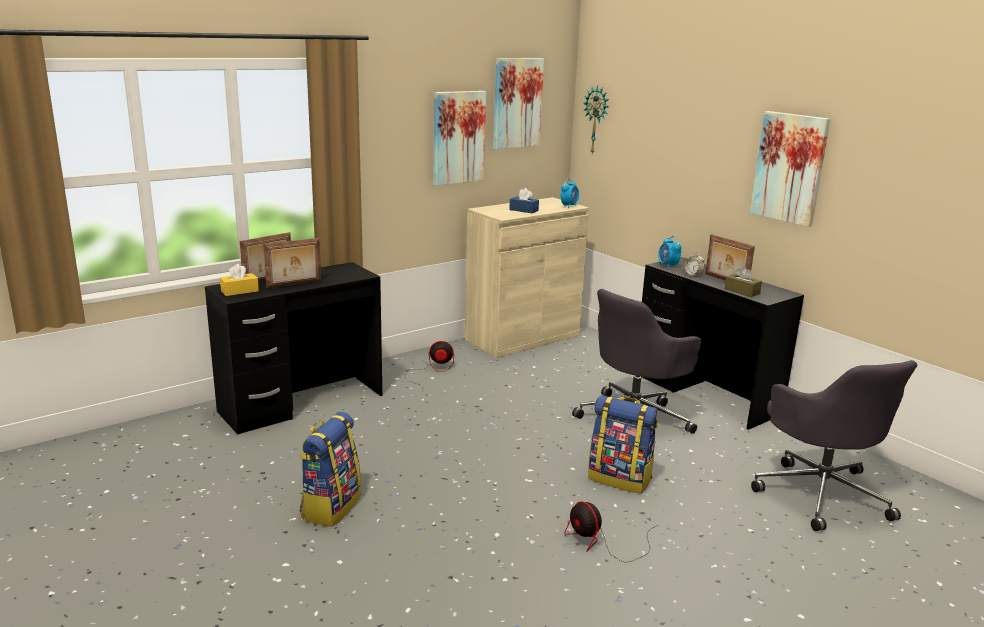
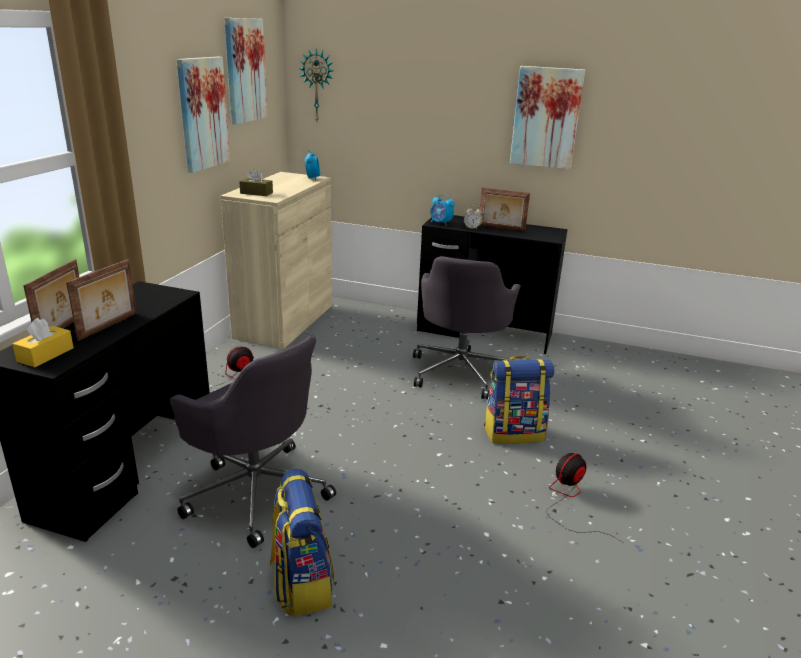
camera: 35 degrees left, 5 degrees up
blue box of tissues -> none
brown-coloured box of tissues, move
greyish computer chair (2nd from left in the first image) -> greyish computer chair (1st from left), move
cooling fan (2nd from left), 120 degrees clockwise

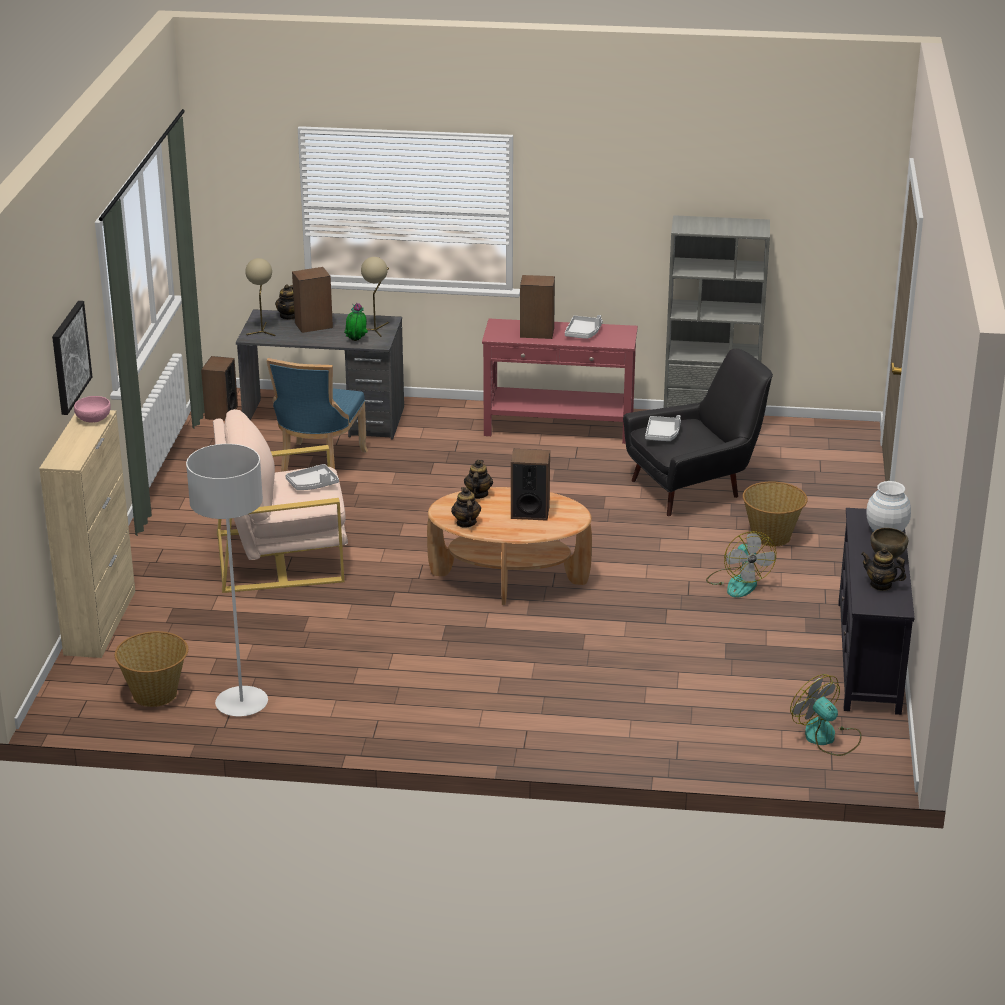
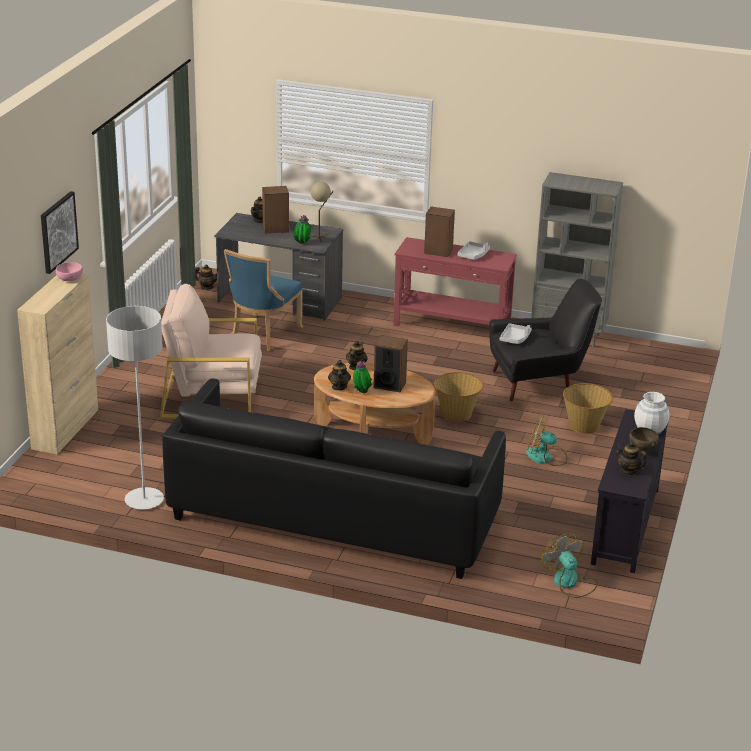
camera: 10 degrees right, 0 degrees up
beige-coloured tabletop lamp (1st from left) -> none
audio speaker (1st from left) -> tea pot (1st from left)
greyish serving tray (1st from left) -> none
cooling fan (1st from left), 105 degrees clockwise
household basket (1st from left), move
none -> plant in a pot (2nd from left)
none -> black sofa

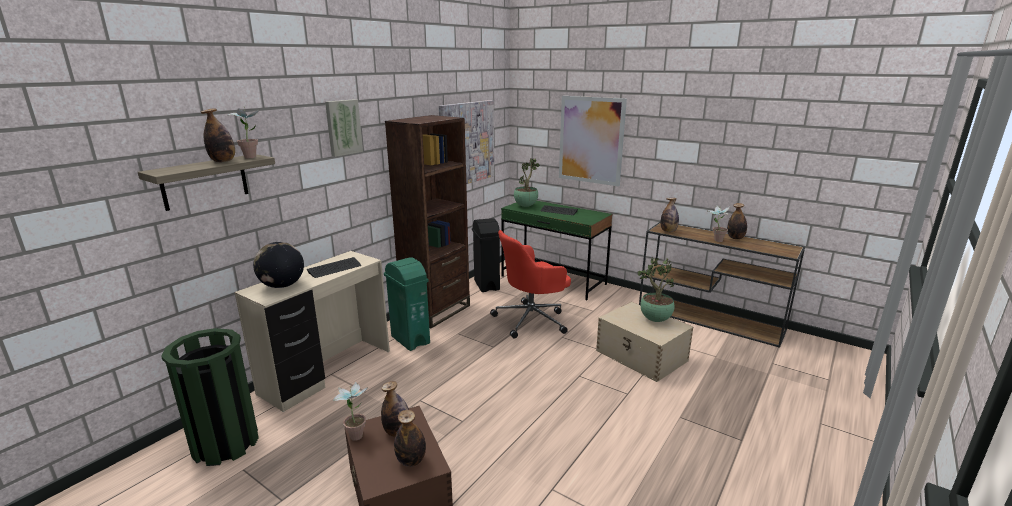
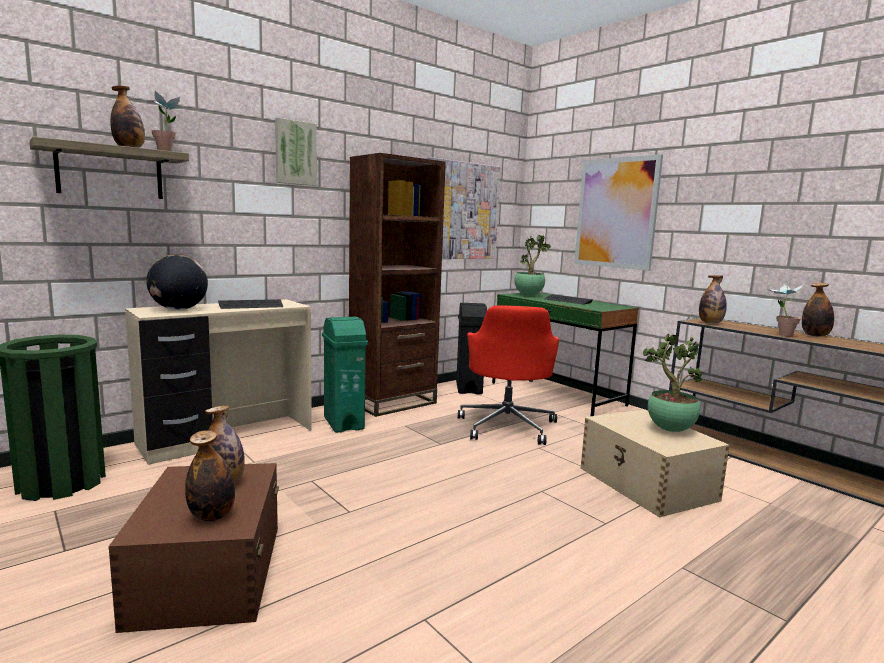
camera: 15 degrees right, 10 degrees down
red-coloured computer chair, 75 degrees counterclockwise
plant in a pot (2nd from left) -> none

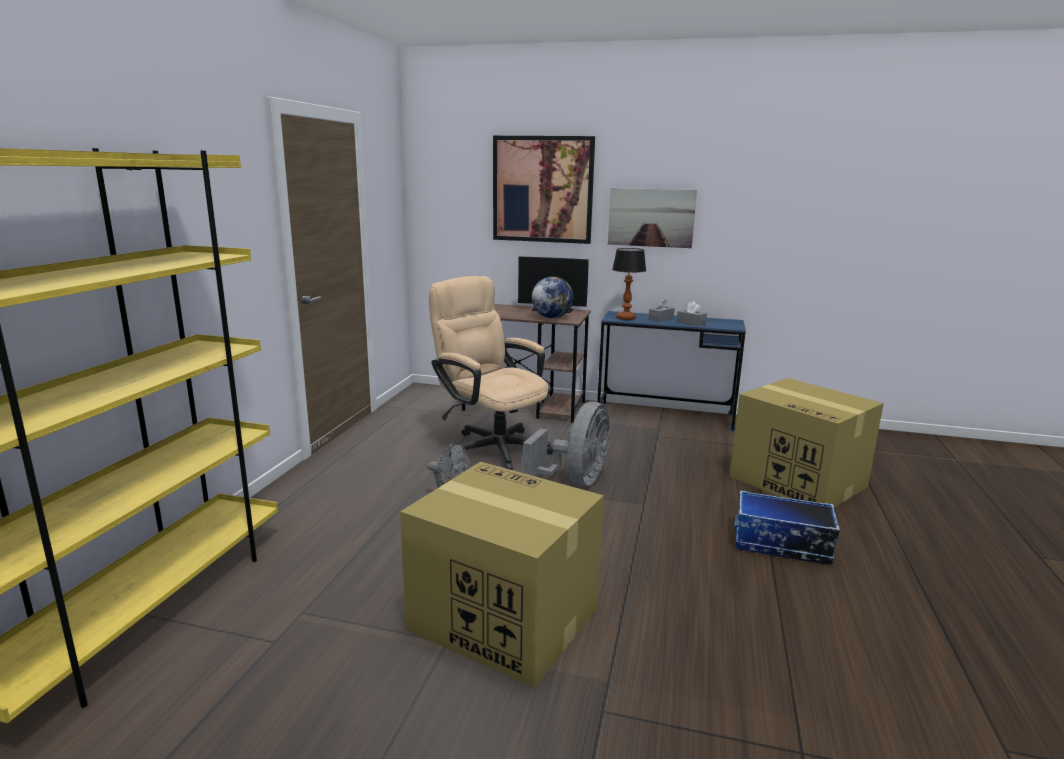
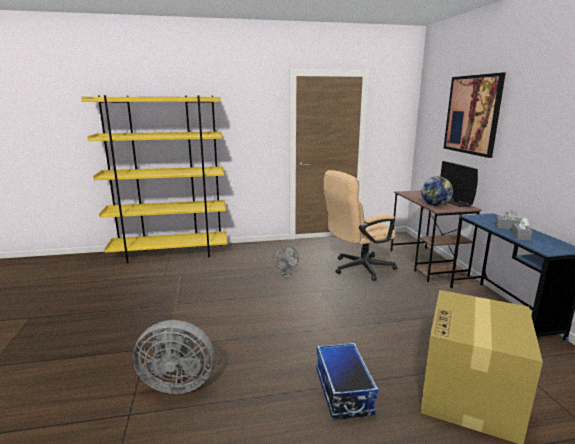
camera: 65 degrees right, 0 degrees up
picture (2nd from left) -> none
tabletop lamp -> none
beige-coloured computer chair, 135 degrees counterclockwise
greyish cooling fan (2nd from left in the first image) -> greyish cooling fan (1st from left), move
packing box (1st from left) -> none

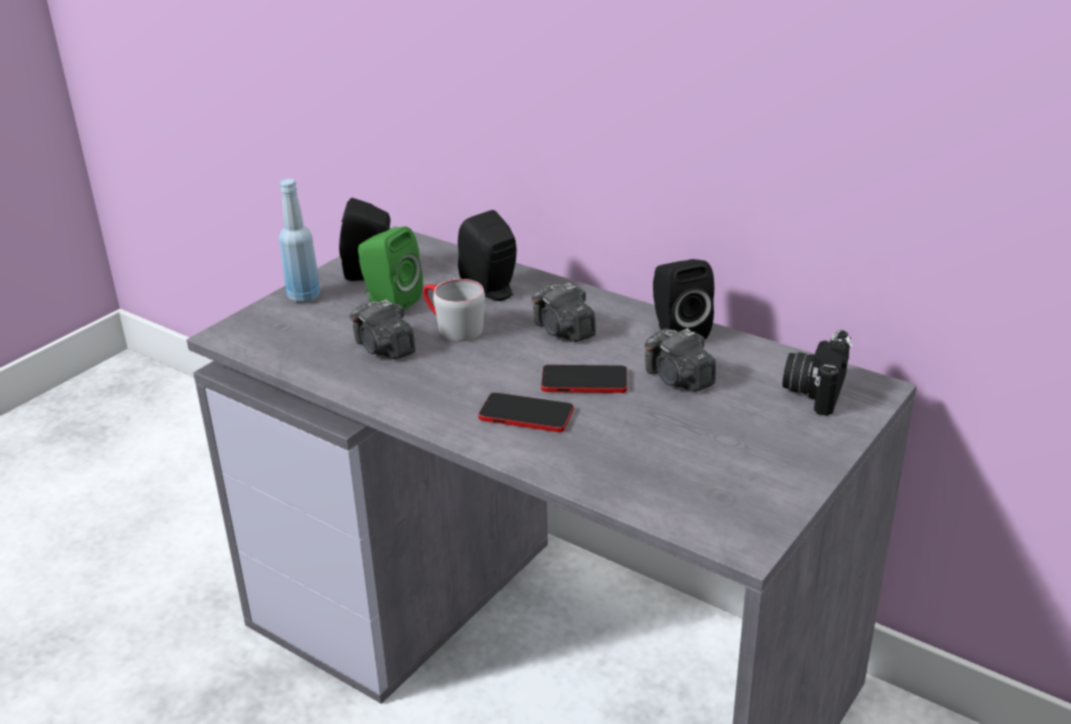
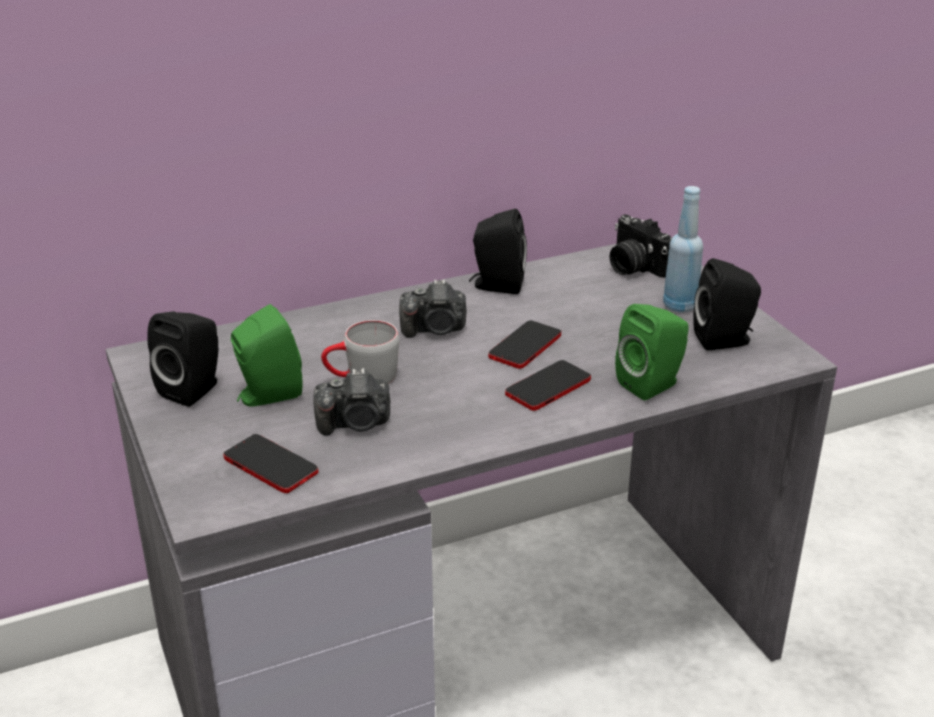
camera: 60 degrees left, 0 degrees up
blue bottle, move
black audio speaker (2nd from left in the first image) -> black audio speaker (3rd from left), move
photo camera (3rd from left) -> none
none -> green-coloured audio speaker (2nd from left)
none -> telephone (1st from left)

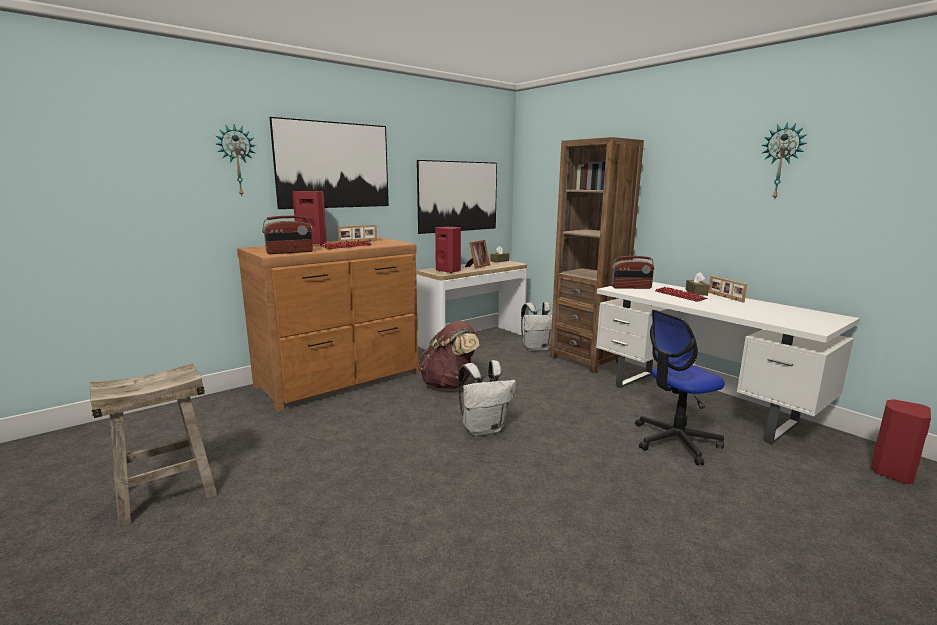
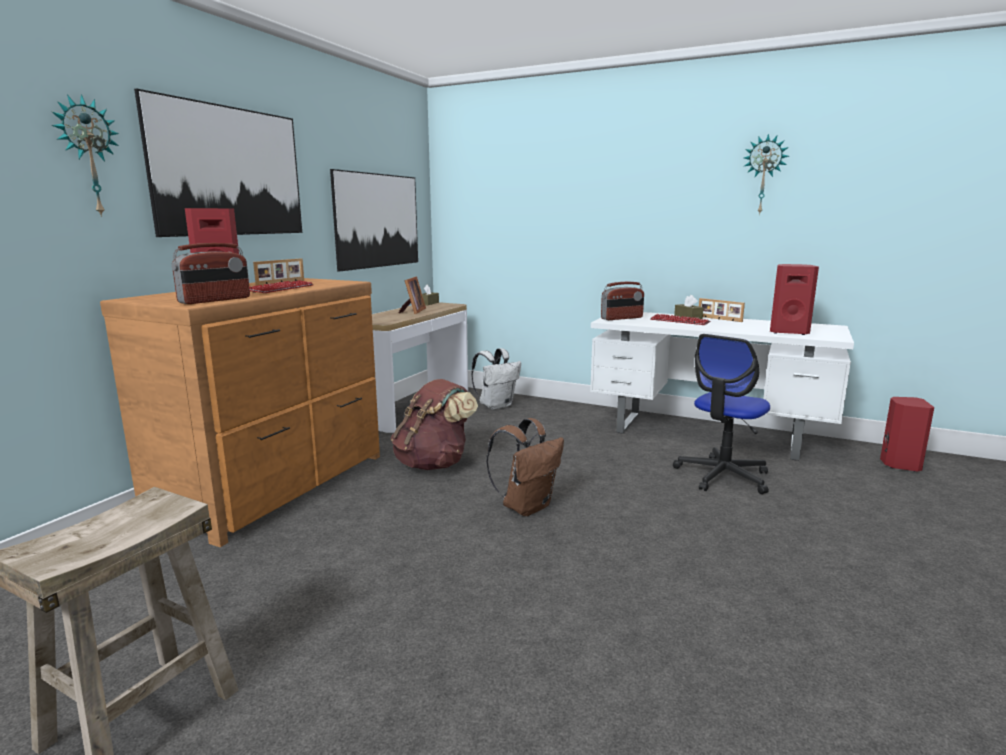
camera: 25 degrees left, 0 degrees up
brown-coloured bookcase -> none
red-coloured audio speaker (2nd from left), move
white-coloured backpack (1st from left) -> brown-coloured backpack (2nd from left)

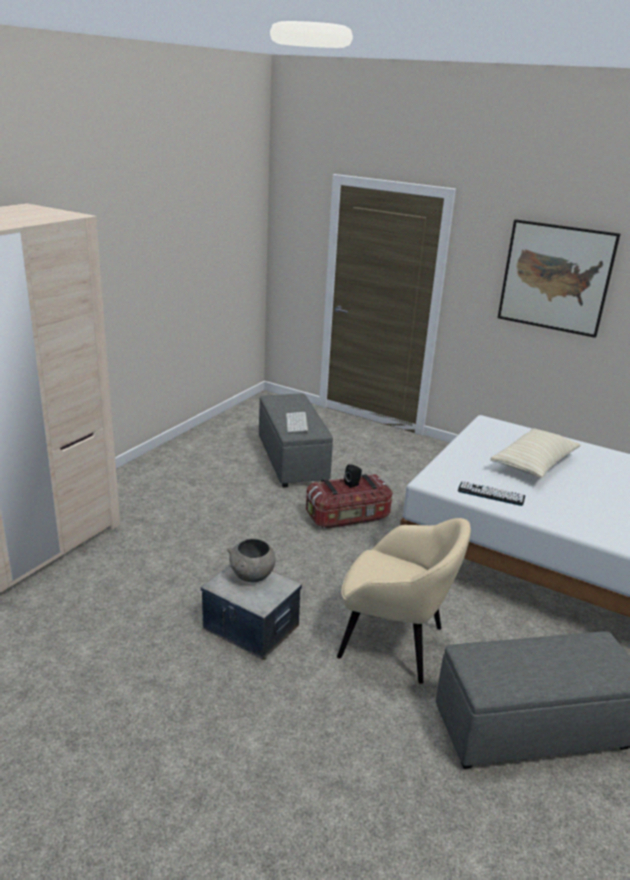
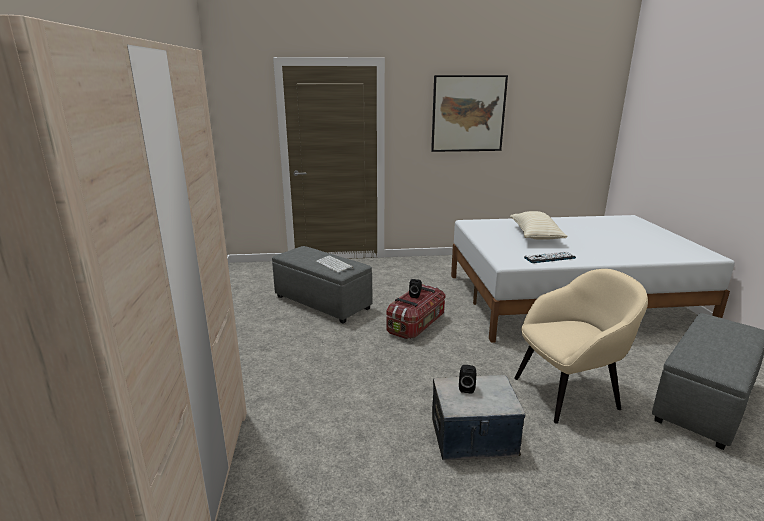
camera: 35 degrees left, 5 degrees down
greyish deep dish -> black audio speaker (2nd from left)

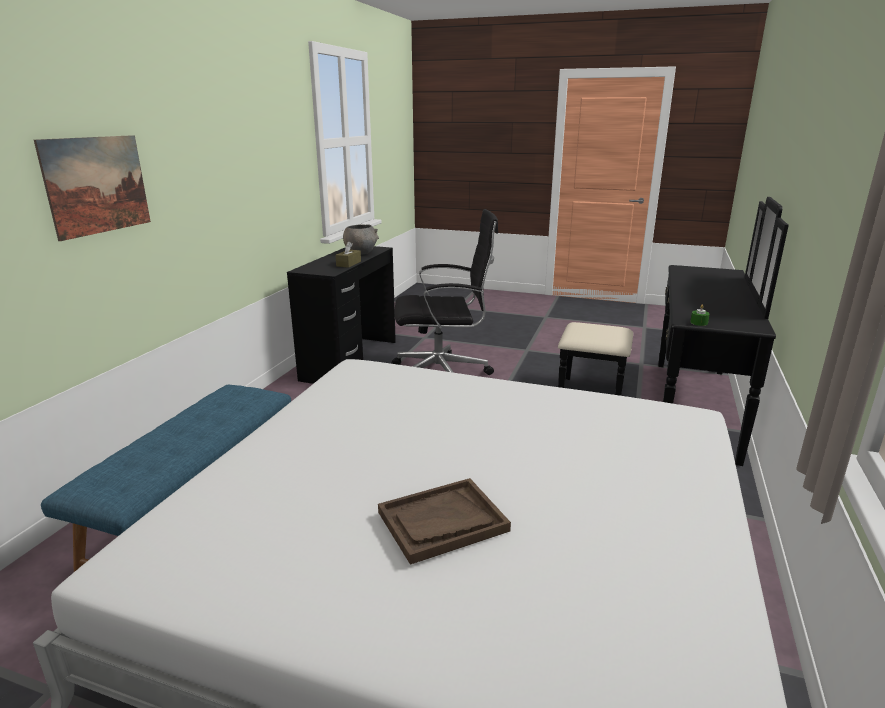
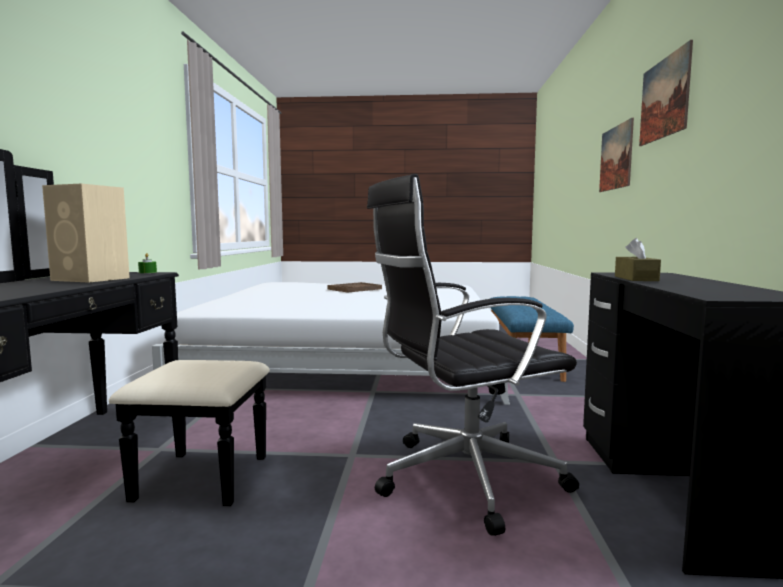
camera: 165 degrees right, 15 degrees down
greyish deep dish -> none
none -> picture (2nd from left)
none -> beige-coloured audio speaker

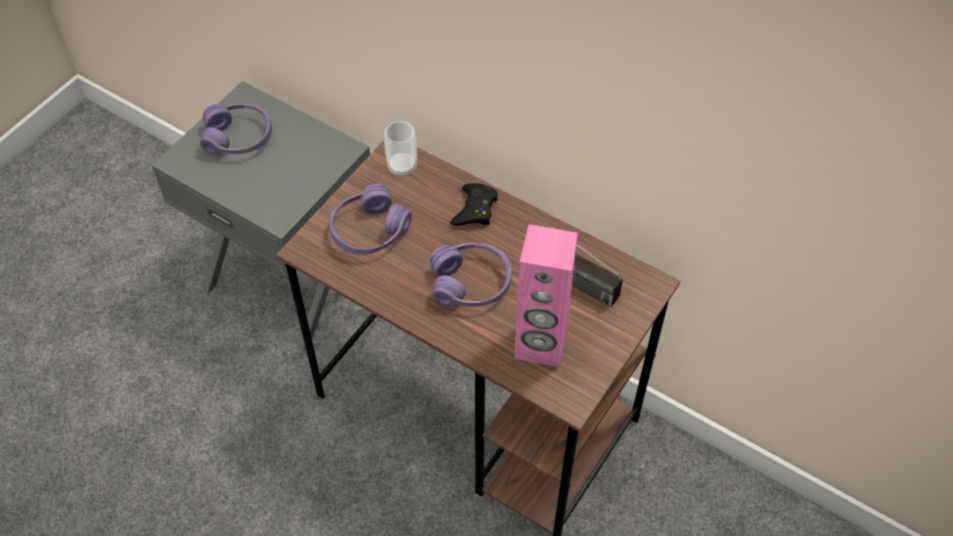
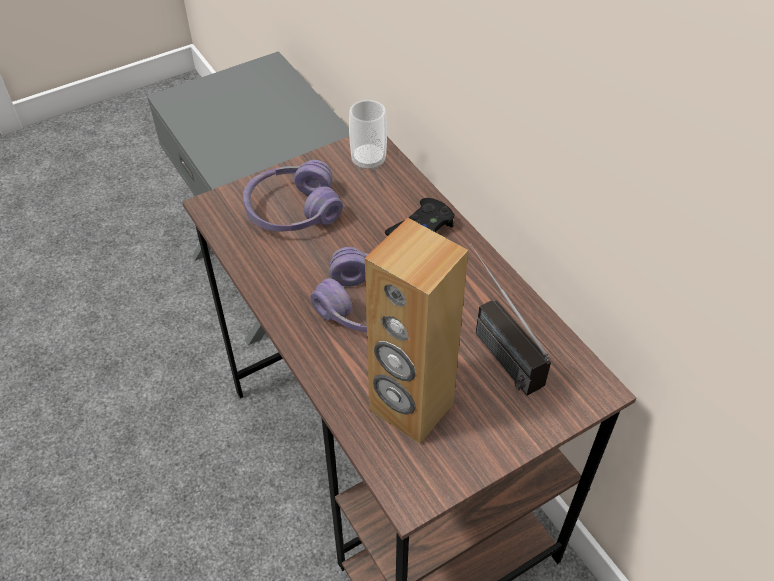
camera: 25 degrees right, 5 degrees down
purple headphones (1st from left) -> none
pink audio speaker -> brown-coloured audio speaker

